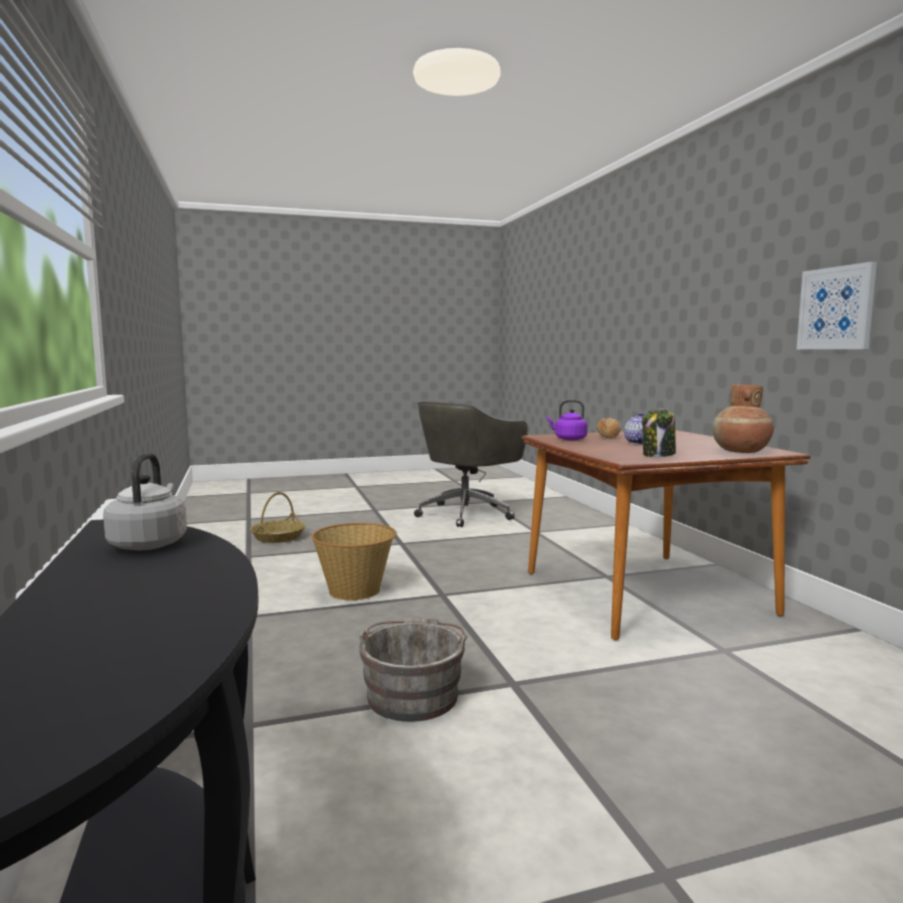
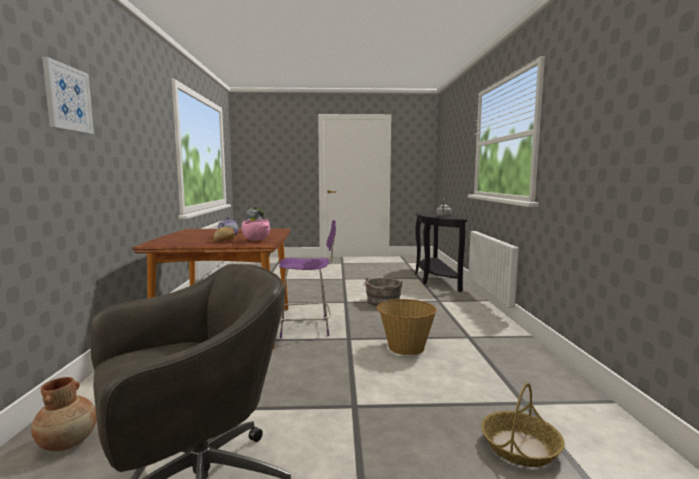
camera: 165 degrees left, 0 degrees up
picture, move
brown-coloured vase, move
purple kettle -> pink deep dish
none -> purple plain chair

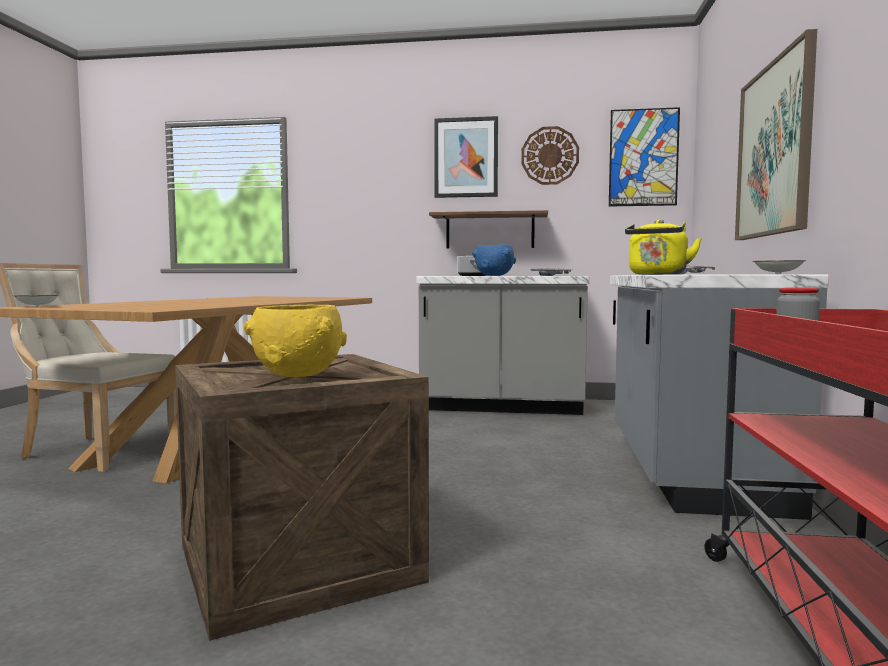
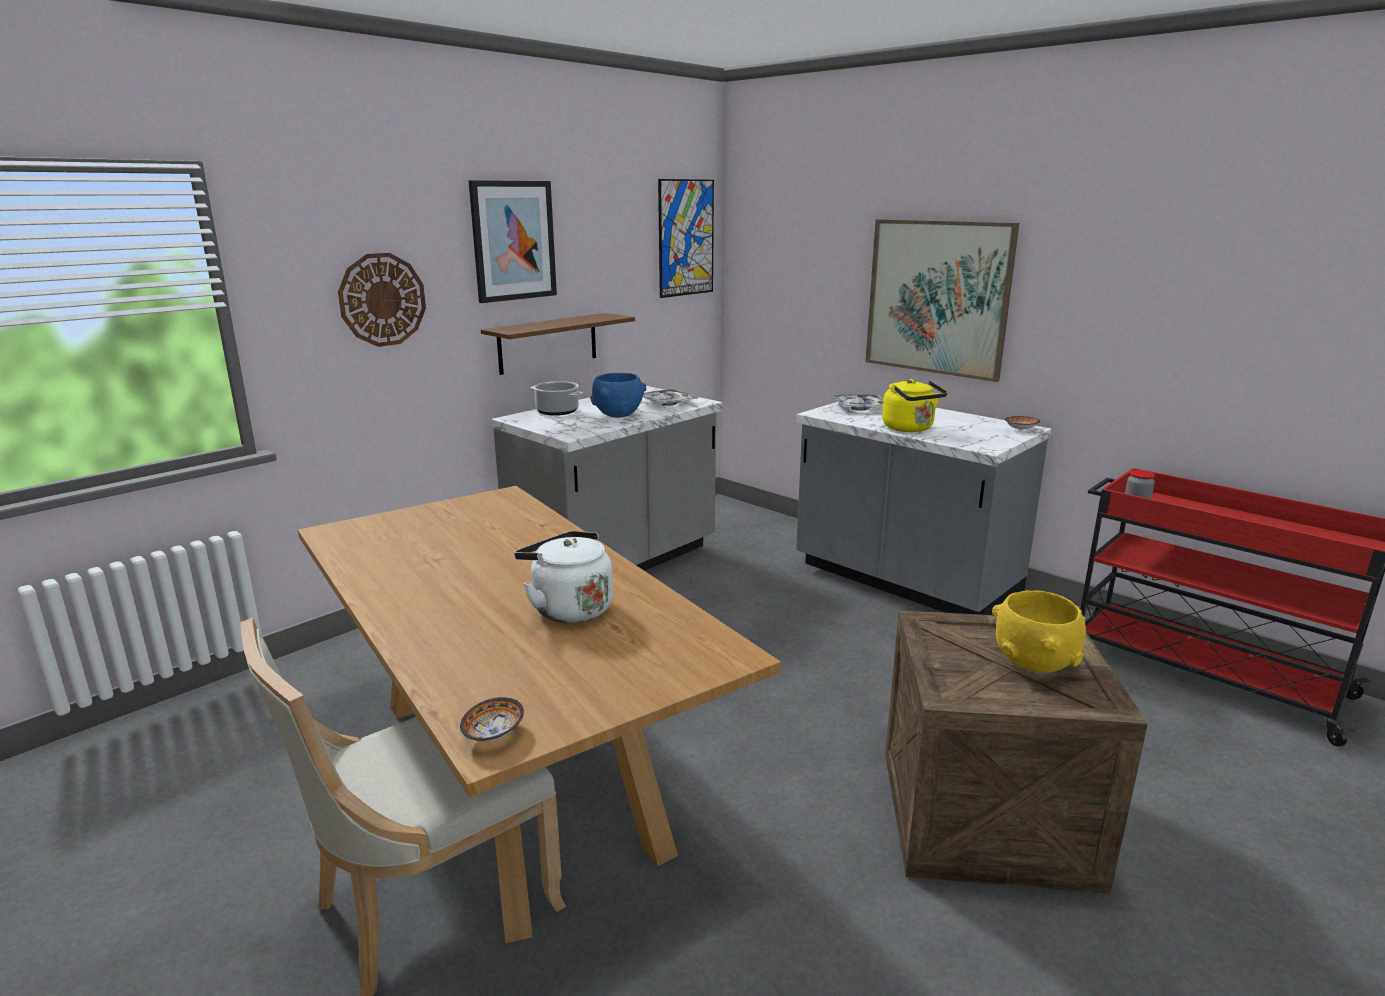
camera: 55 degrees left, 15 degrees up
hanging clock, move
none -> white-coloured kettle

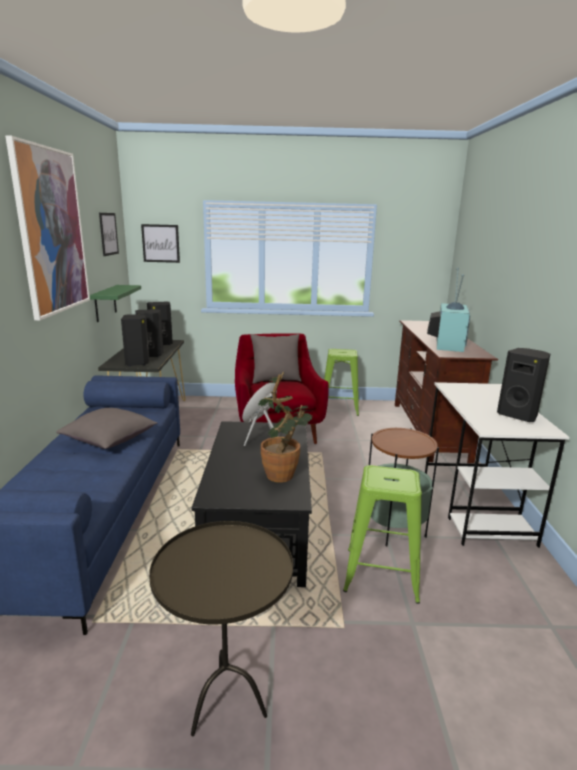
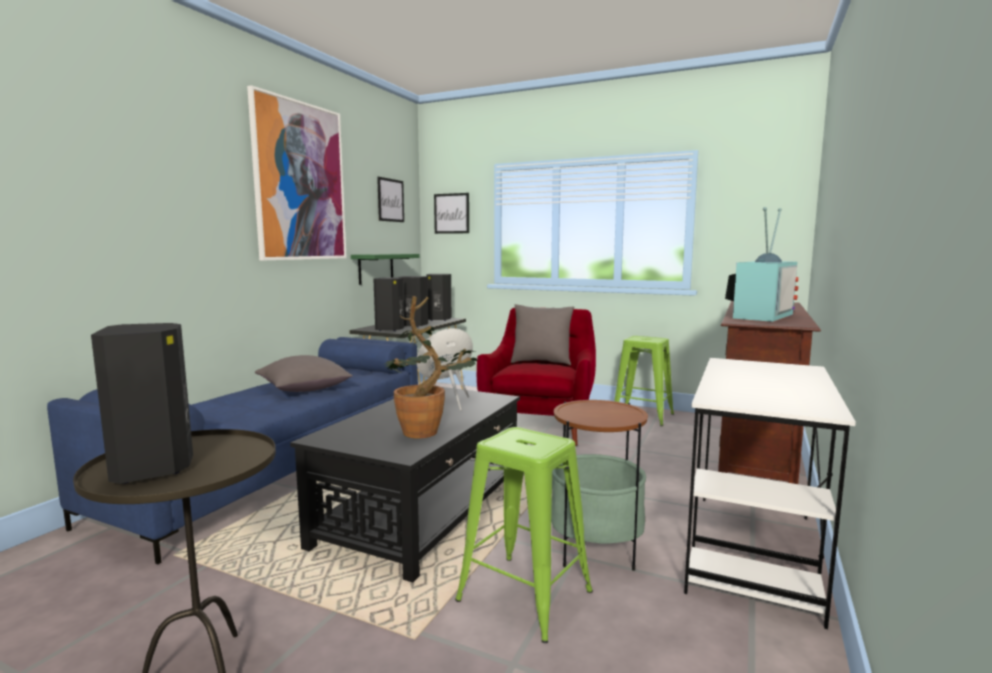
camera: 25 degrees right, 10 degrees down
black audio speaker (4th from left in the first image) -> black audio speaker (1st from left), move

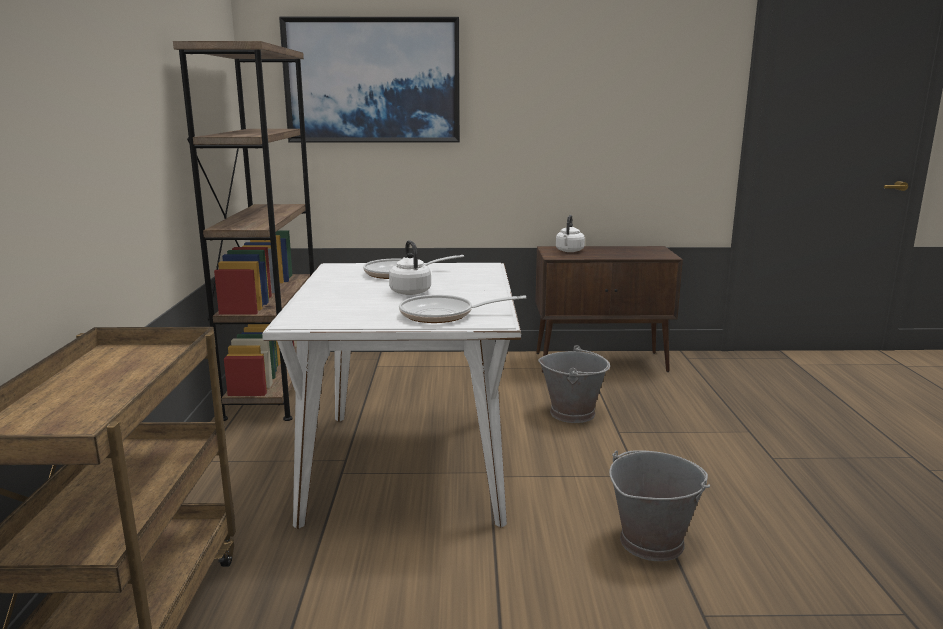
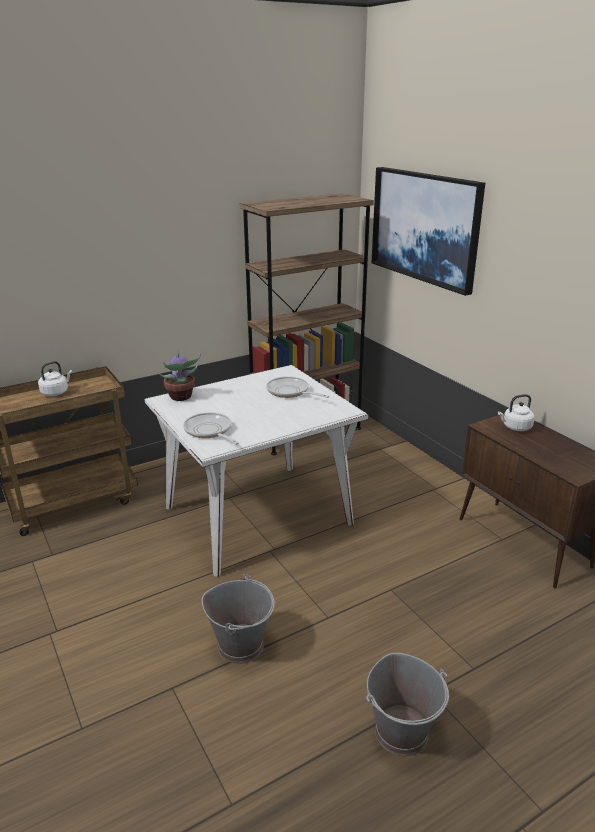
camera: 60 degrees right, 10 degrees up
white-coloured kettle (1st from left), move
greyish water bucket (1st from left in the first image) -> greyish water bucket (2nd from left), move
none -> plant in a pot

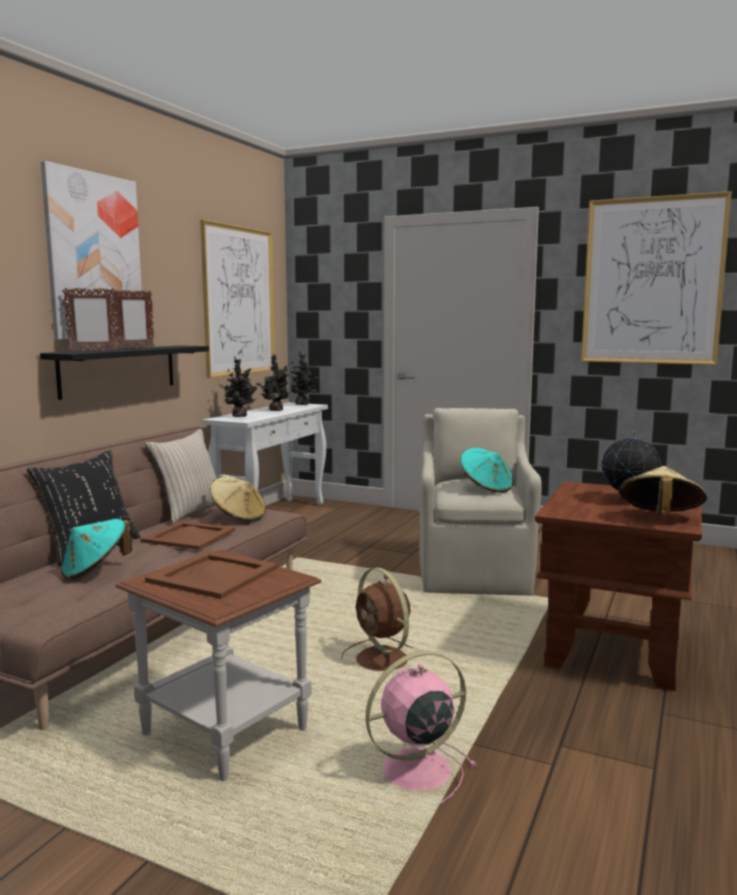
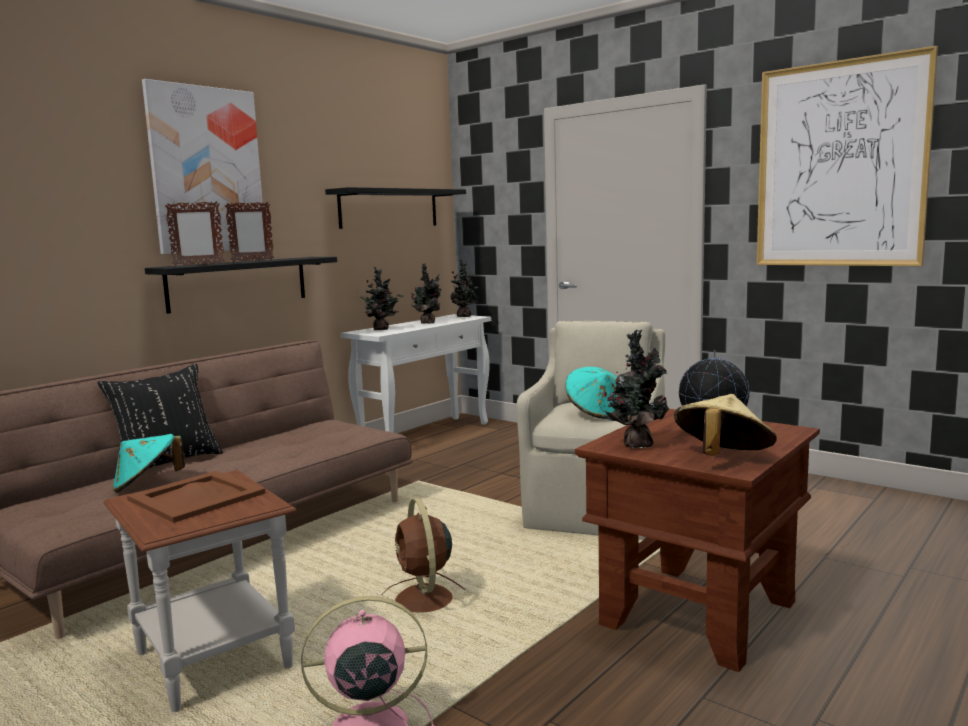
camera: 15 degrees right, 0 degrees up
picture (2nd from left) -> black shelf (2nd from left)
beige-coloured cushion -> none
beige-coloured hat (1st from left) -> none
brown-coloured serving tray (1st from left) -> none
none -> plant in a pot (4th from left)

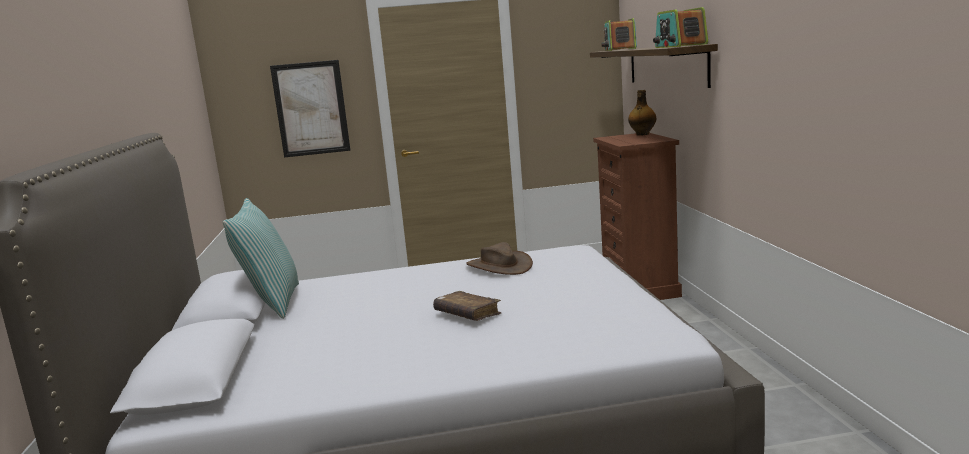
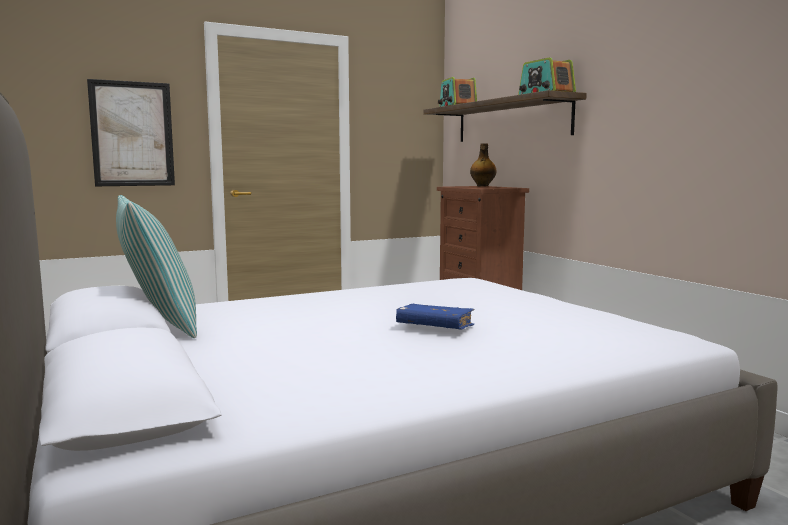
camera: 20 degrees left, 5 degrees down
brown-coloured hat -> none
brown-coloured volume -> blue volume

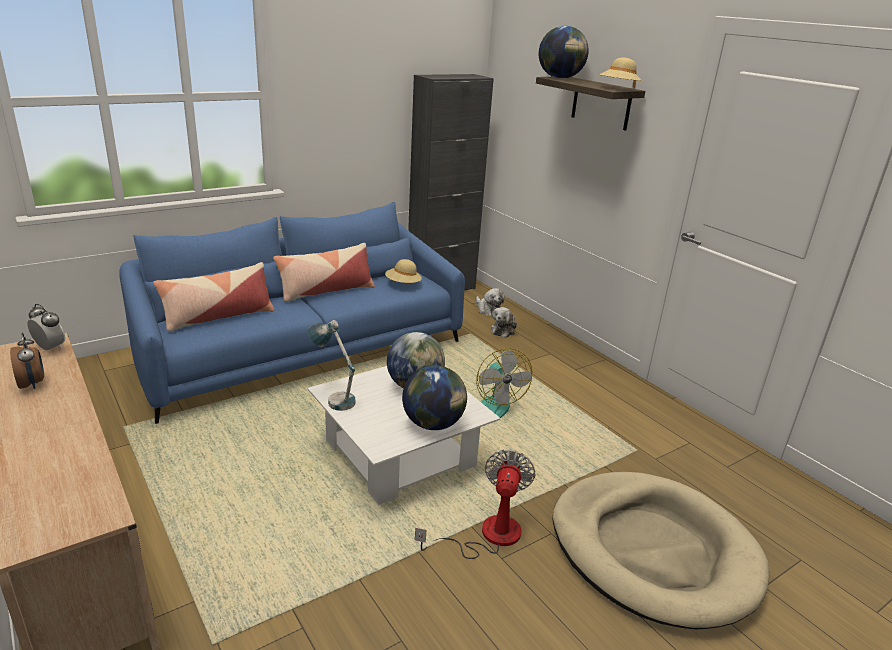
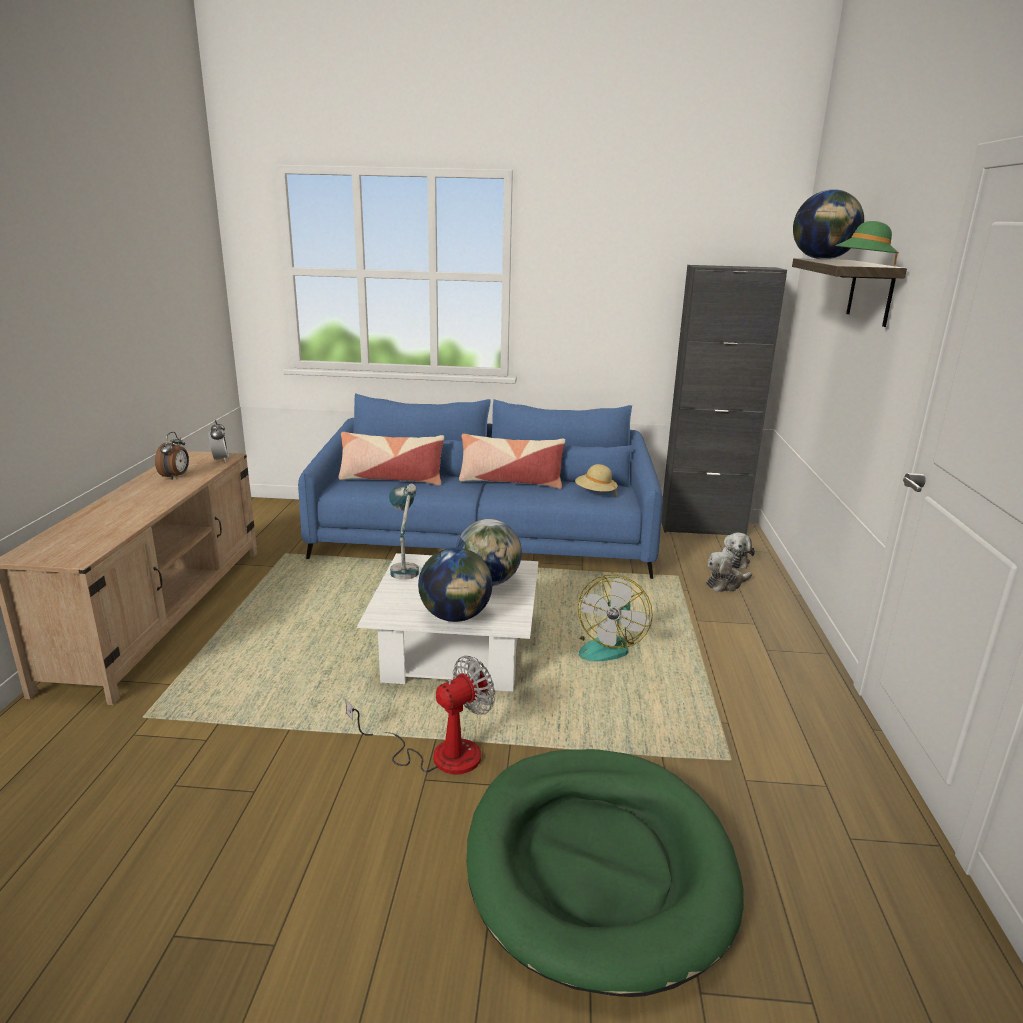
camera: 40 degrees right, 5 degrees down
beige-coloured hat (2nd from left) -> green-coloured hat
beige-coloured dog bed -> green-coloured dog bed

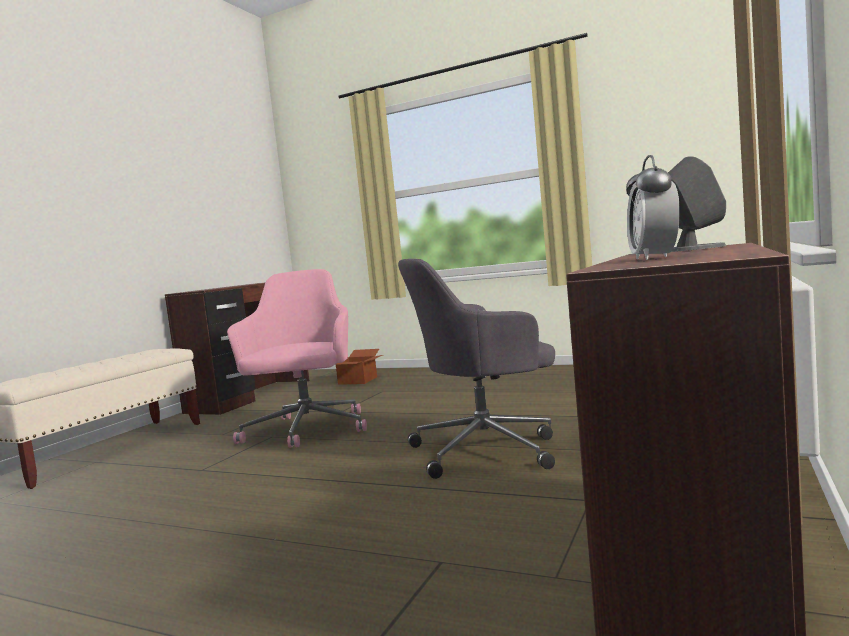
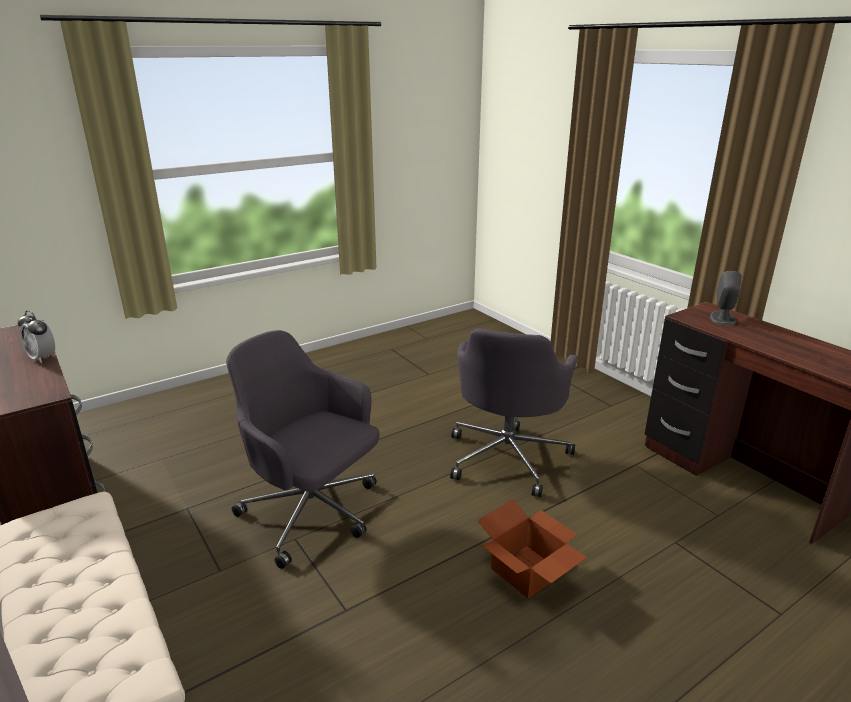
camera: 60 degrees left, 20 degrees up
table clock, move
pink computer chair -> greyish computer chair (1st from left)
packing box, move

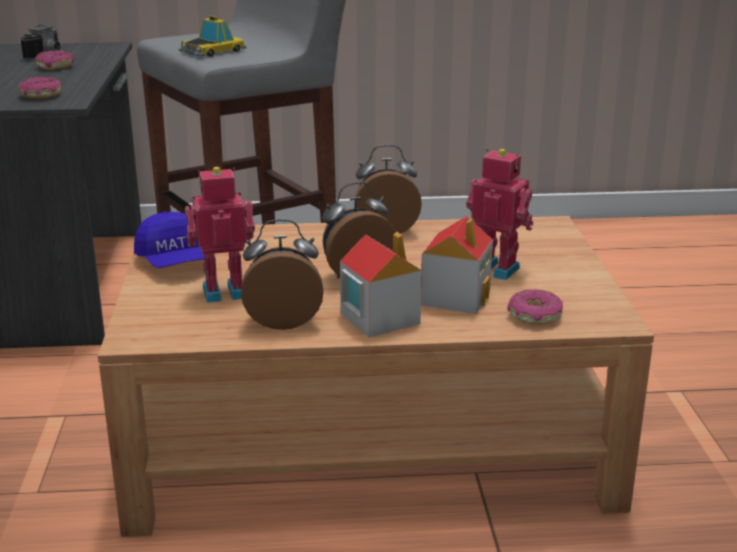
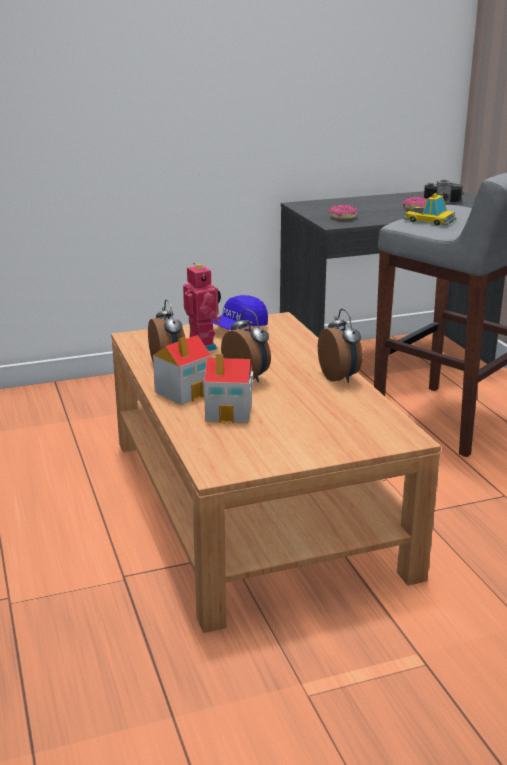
camera: 75 degrees right, 0 degrees up
toy robot (2nd from left) -> none
doughnut (3rd from left) -> none

